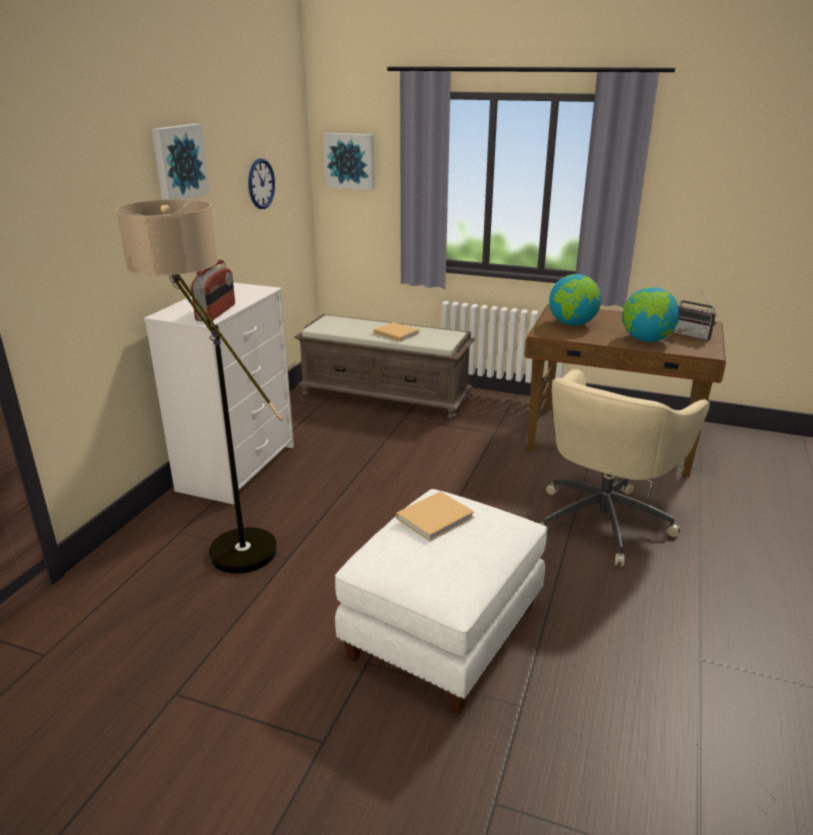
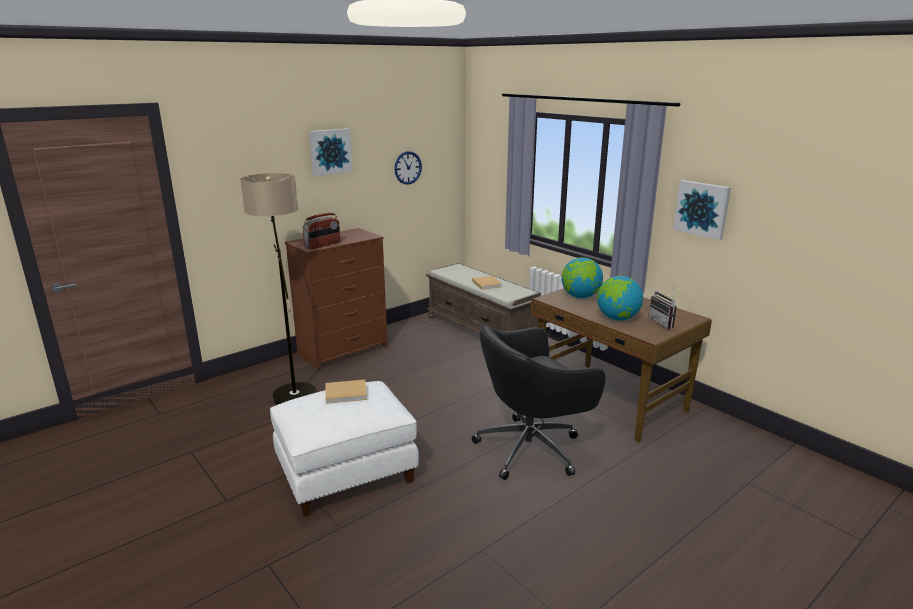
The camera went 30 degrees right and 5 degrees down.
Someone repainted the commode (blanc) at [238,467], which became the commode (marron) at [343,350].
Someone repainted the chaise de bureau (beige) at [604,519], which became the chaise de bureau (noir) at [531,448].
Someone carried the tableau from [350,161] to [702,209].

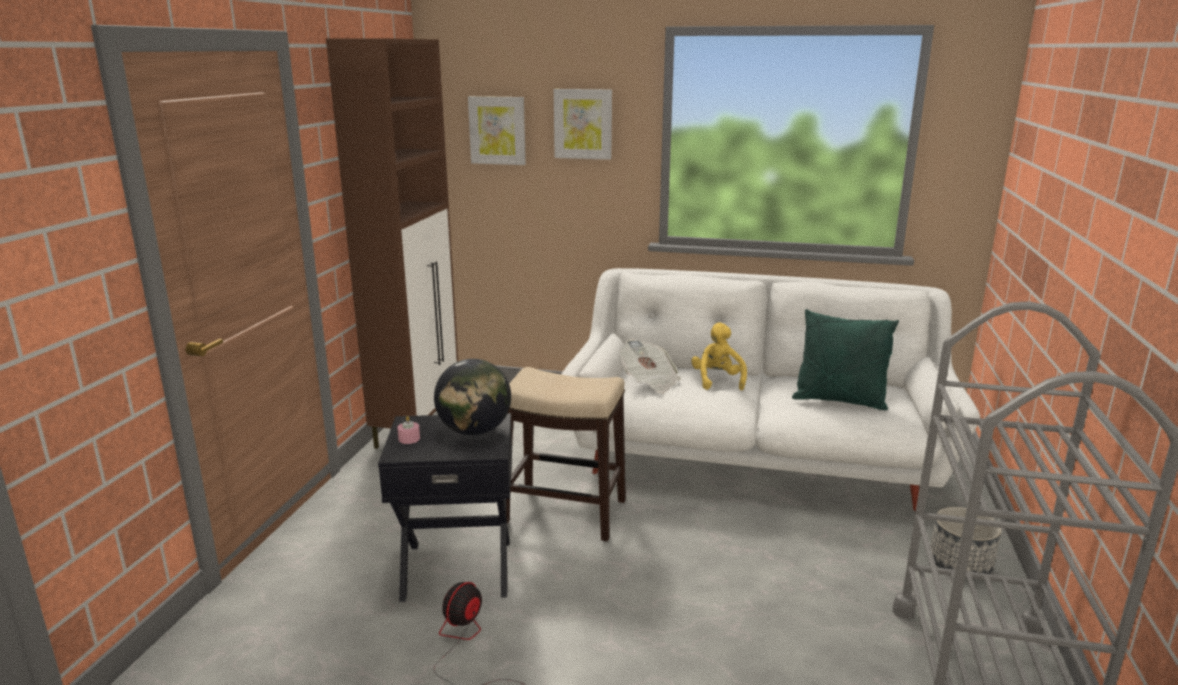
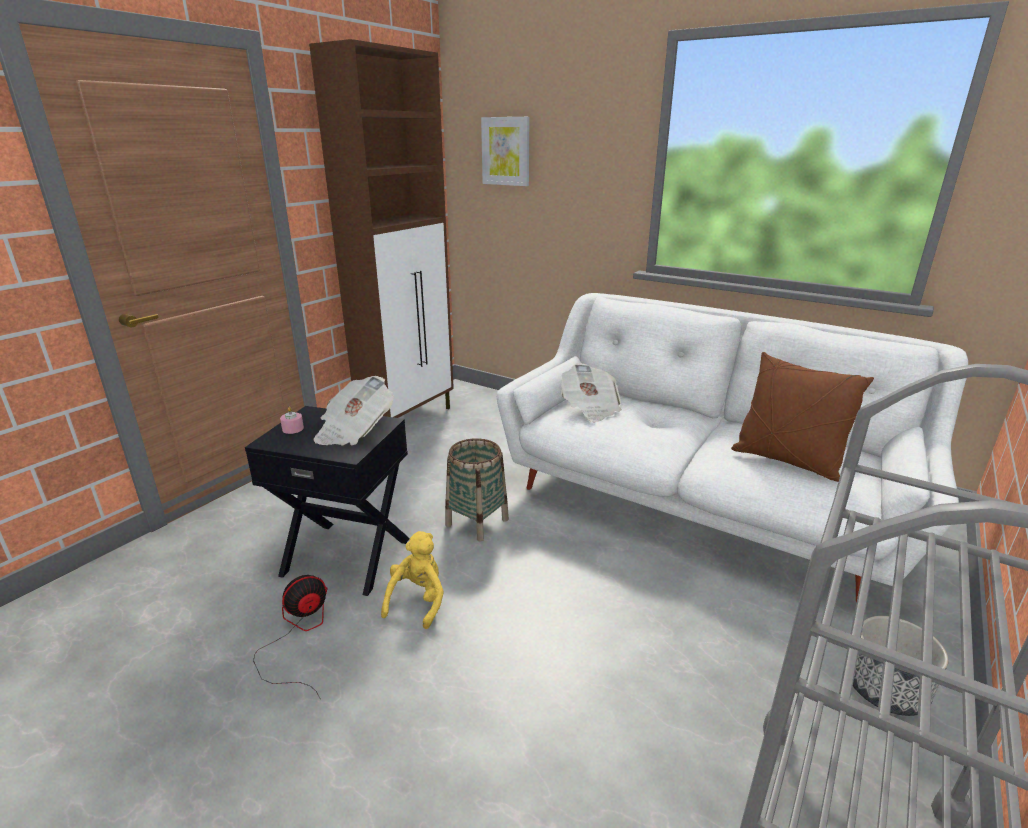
The camera went 20 degrees right and 5 degrees up.
Someone swapped the globe at [474,431] for the journal at [354,431].
Someone carried the peluche (jaune) from [717,381] to [418,600].
Someone swapped the tabouret at [566,512] for the panier at [477,522].
Someone repainted the coussin (vert) at [839,401], which became the coussin (marron) at [786,461].
Someone took away the tableau at [583,124].

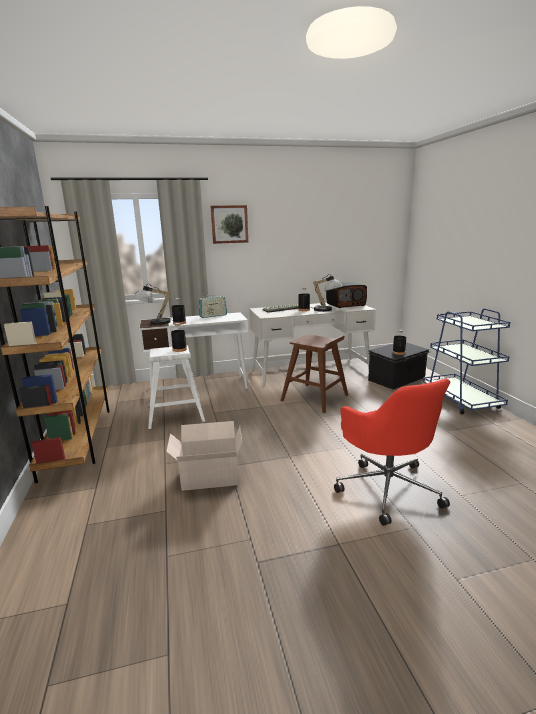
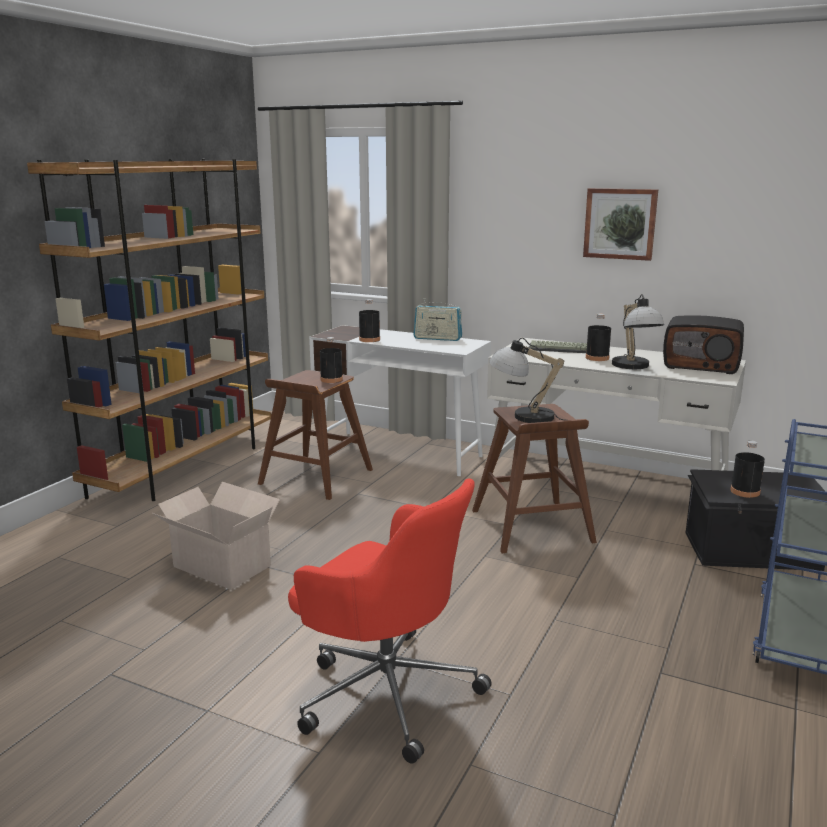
The camera went 40 degrees right and 0 degrees up.
Someone repainted the tabouret (blanc) at [176,413], which became the tabouret (marron) at [315,477].
Someone rotated the chaise de bureau (rouge) at [387,488] by 75 degrees counterclockwise.
Someone carried the lampe de table from [155,323] to [522,416].
Someone carried the tableau from [229,224] to [620,223].

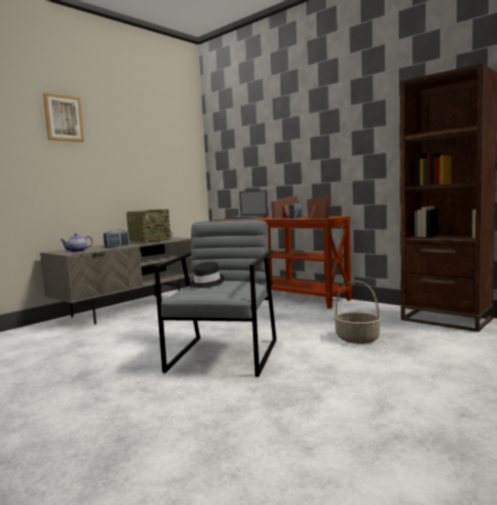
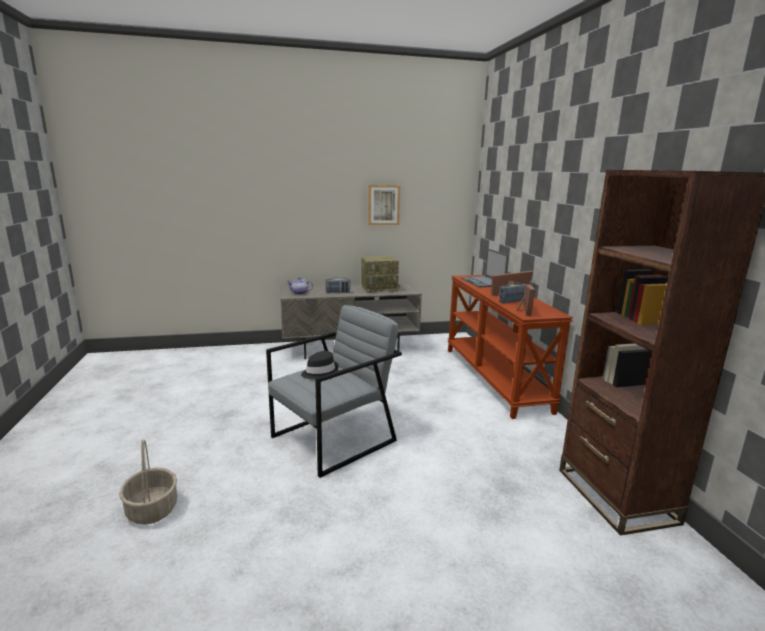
The camera went 35 degrees right and 10 degrees up.
Someone carried the panier from [356,339] to [151,509].
Someone carried the tableau from [63,118] to [383,205].

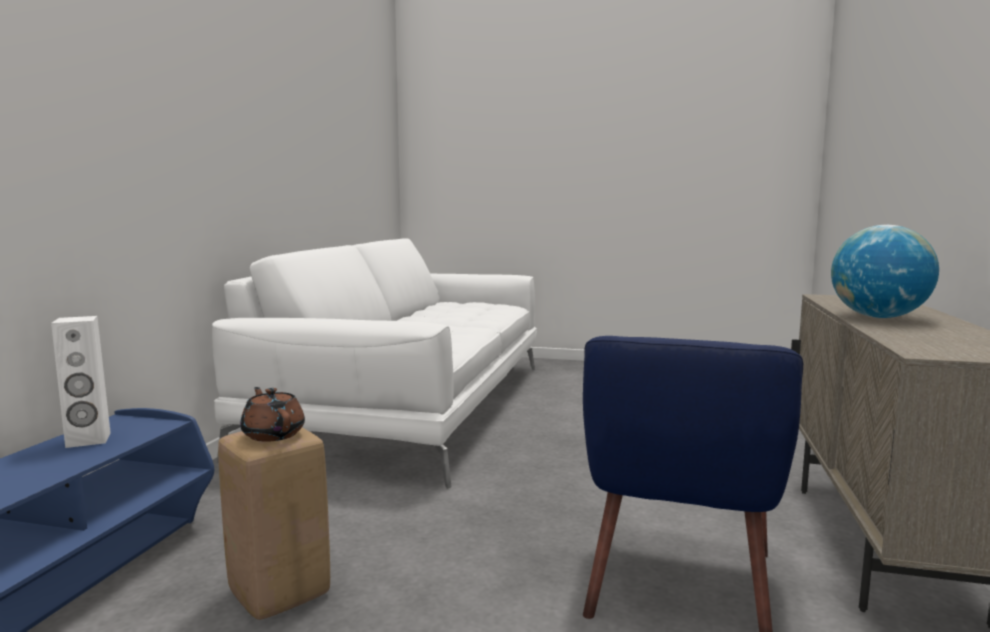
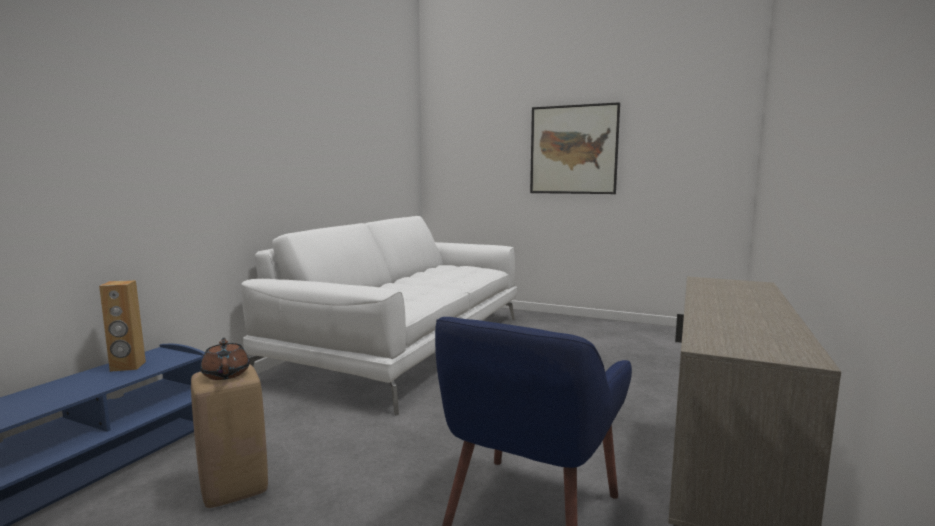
The camera went 10 degrees right and 0 degrees up.
Someone repainted the enceinte (blanc) at [88,440], which became the enceinte (marron) at [128,366].
Someone put up the tableau at [573,150].
Someone took away the globe at [878,317].

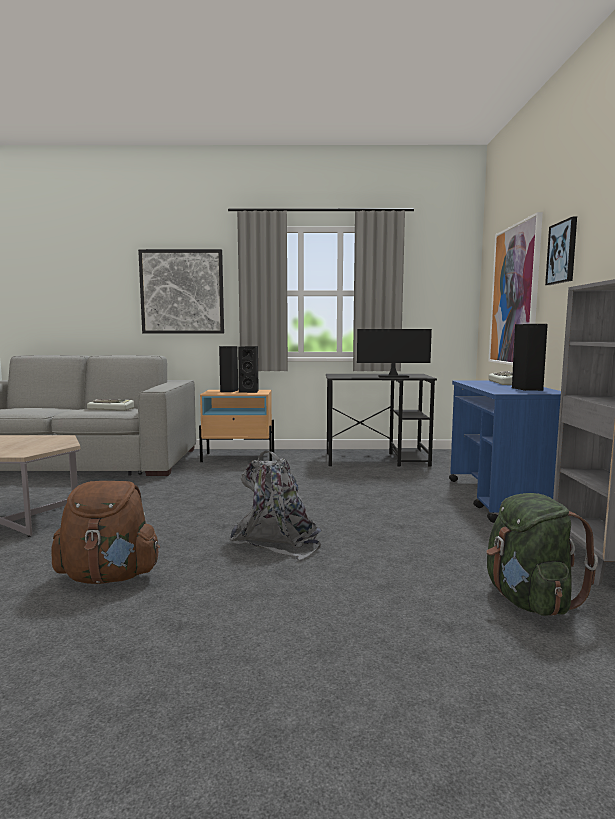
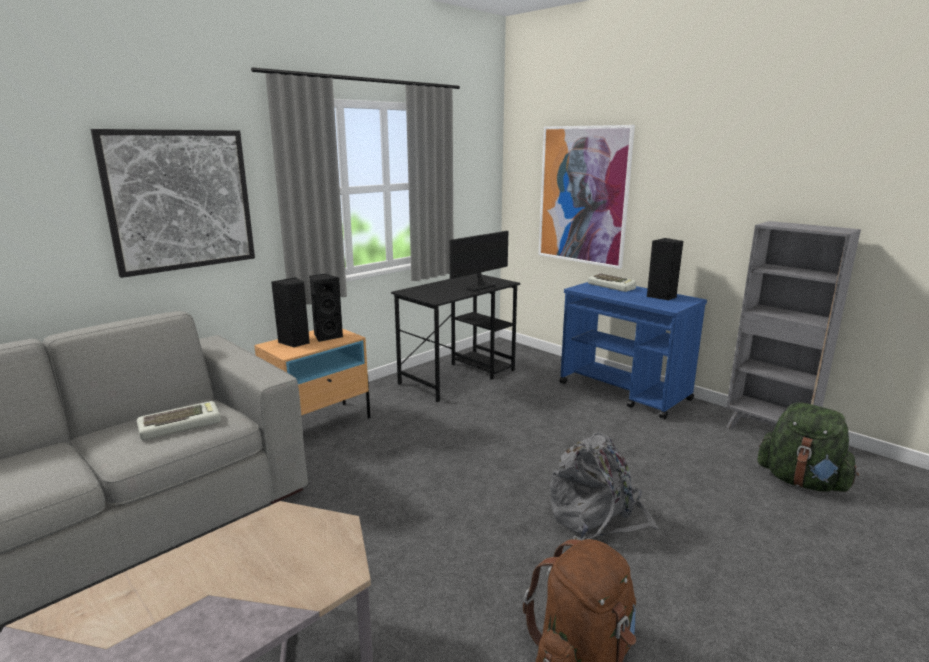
The camera went 45 degrees left and 10 degrees up.
Someone took away the tableau at [562,252].

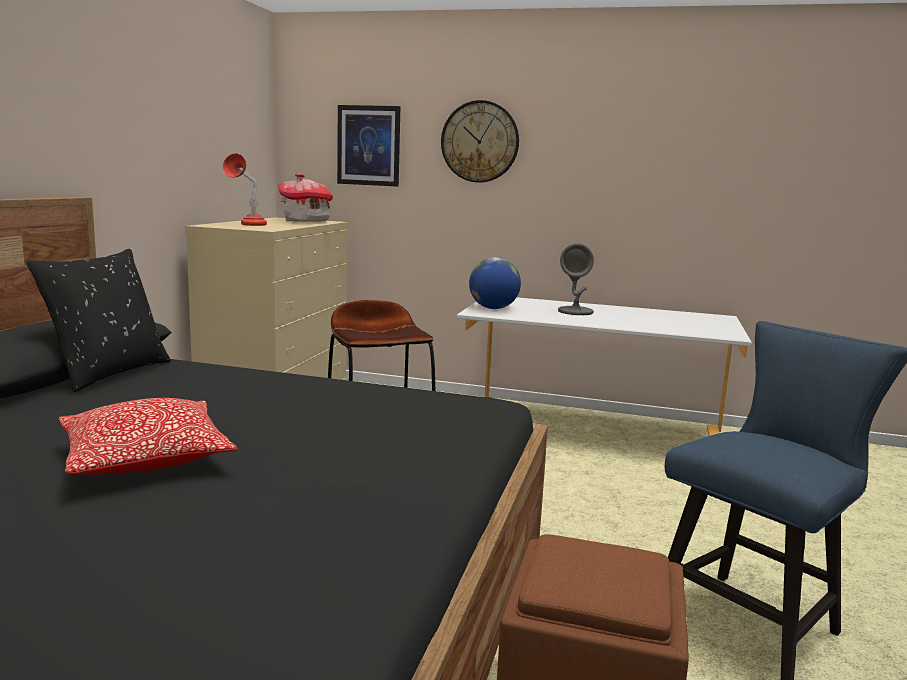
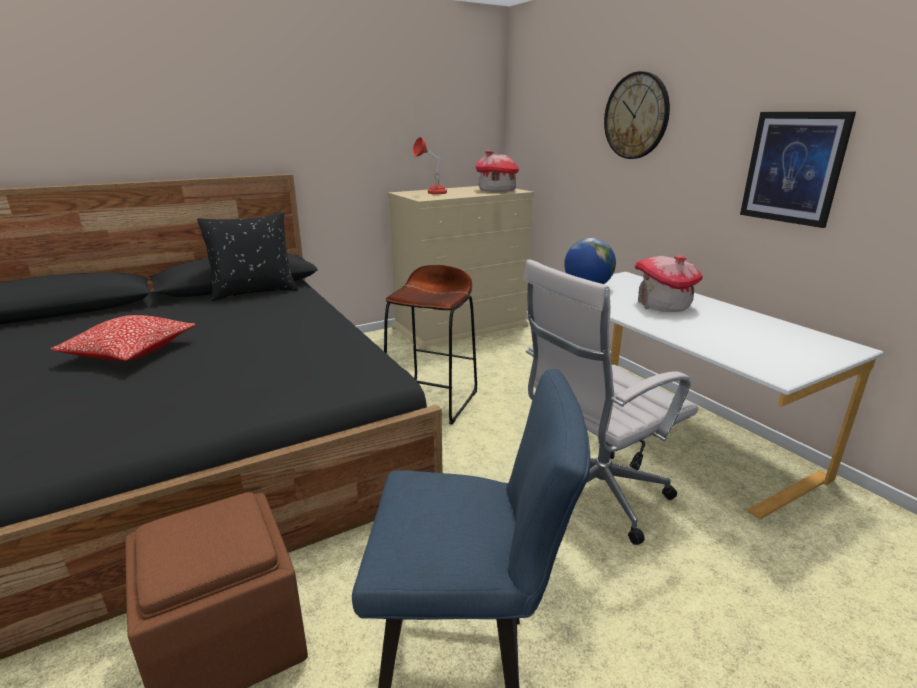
The camera went 45 degrees right and 10 degrees up.
Someone put down the chaise de bureau (blanc) at [593,497].
Someone swapped the lampe de table (gris) at [575,312] for the maison miniature at [663,305].
Someone carried the tableau from [368,145] to [793,168].

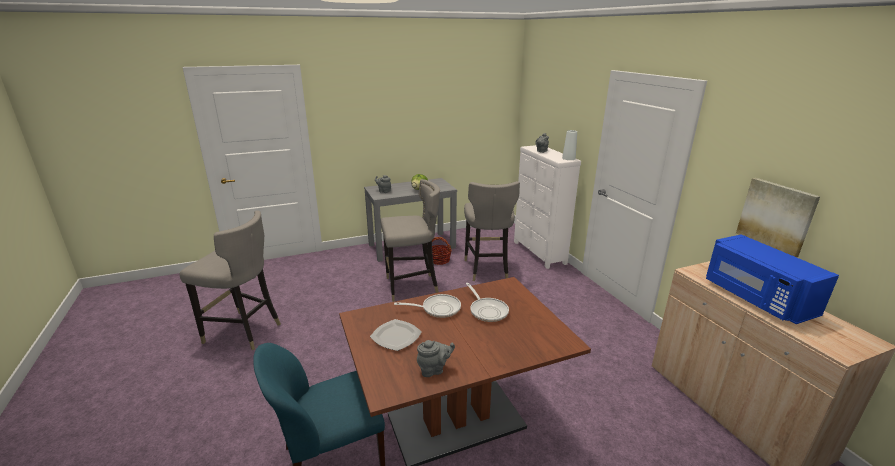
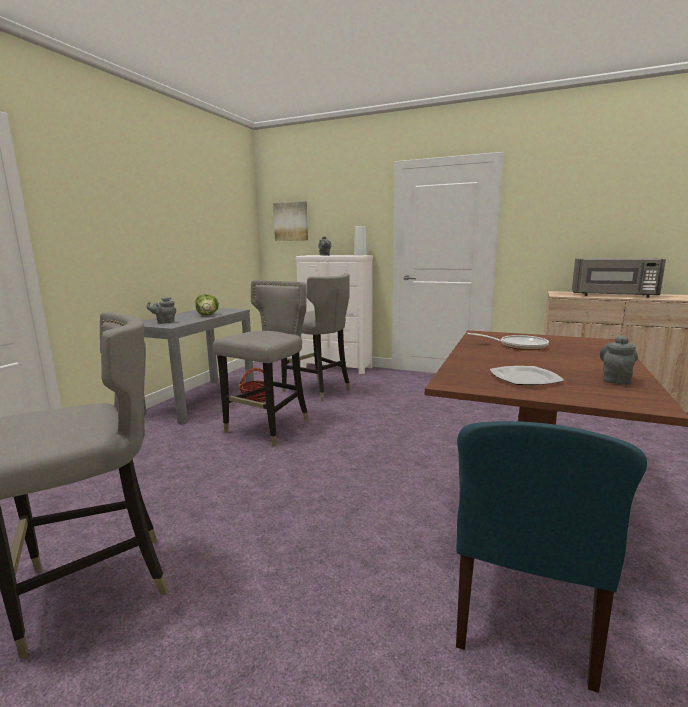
The camera went 45 degrees left and 10 degrees down.
Someone carried the tableau from [776,216] to [291,221].
Someone repainted the micro-ondes (bleu) at [756,298], which became the micro-ondes (gris) at [613,295].
Someone took away the poêle at [437,309].

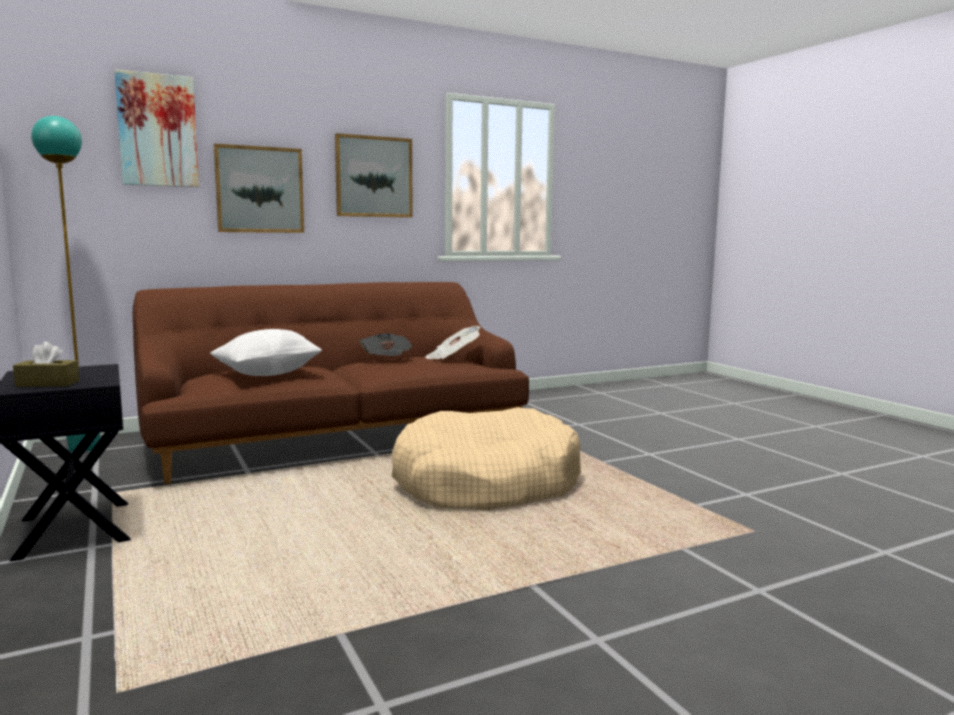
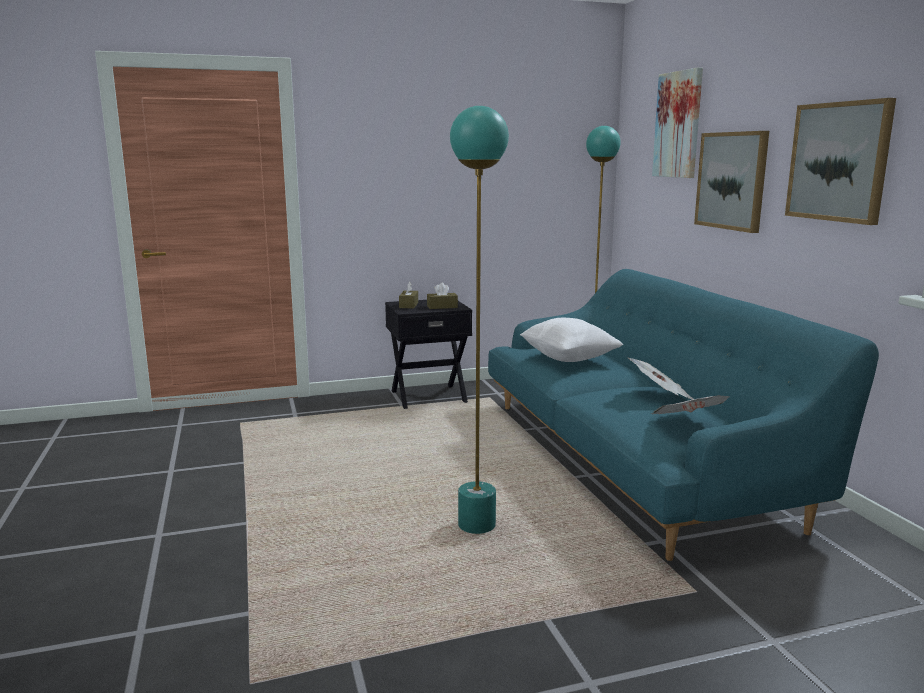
The camera went 100 degrees right and 5 degrees up.
Someone put down the boîte à mouchoirs (marron) at [442,307].
Someone swapped the panier pour chien (beige) at [485,483] for the lampadaire (turquoise) at [477,525].
Someone repainted the canapé (marron) at [336,439], which became the canapé (turquoise) at [633,458].

